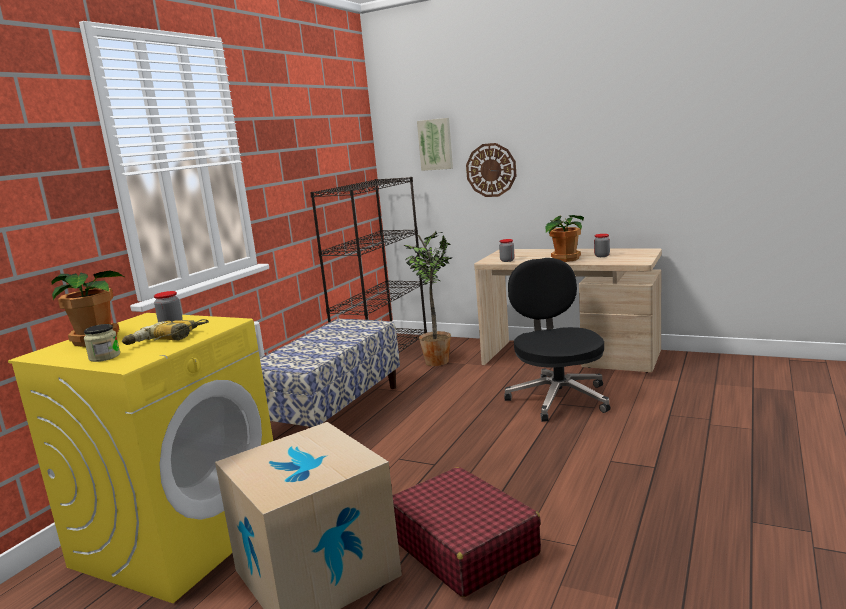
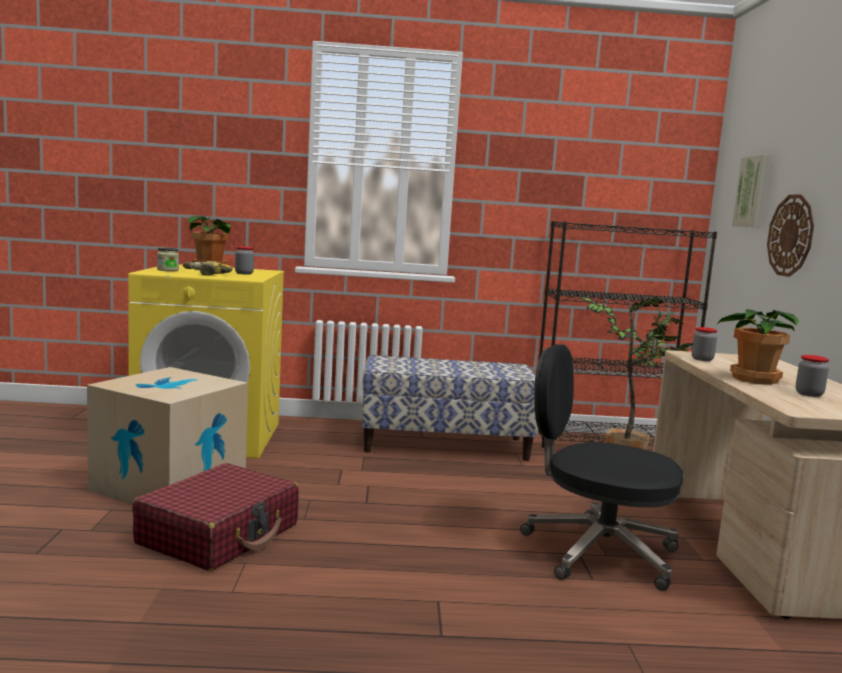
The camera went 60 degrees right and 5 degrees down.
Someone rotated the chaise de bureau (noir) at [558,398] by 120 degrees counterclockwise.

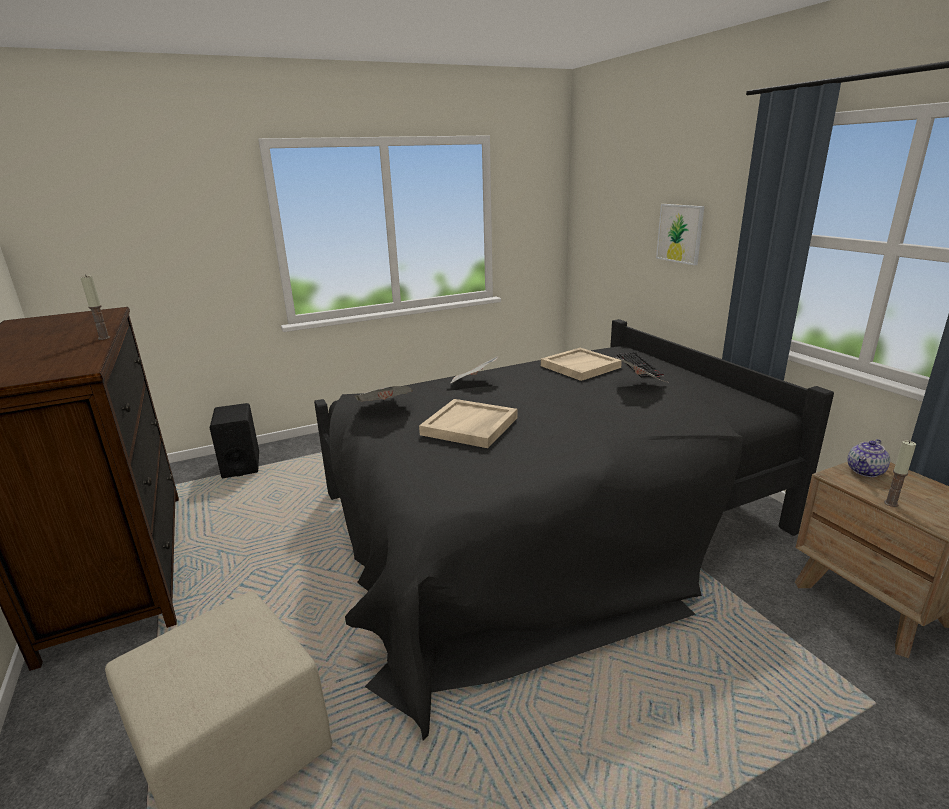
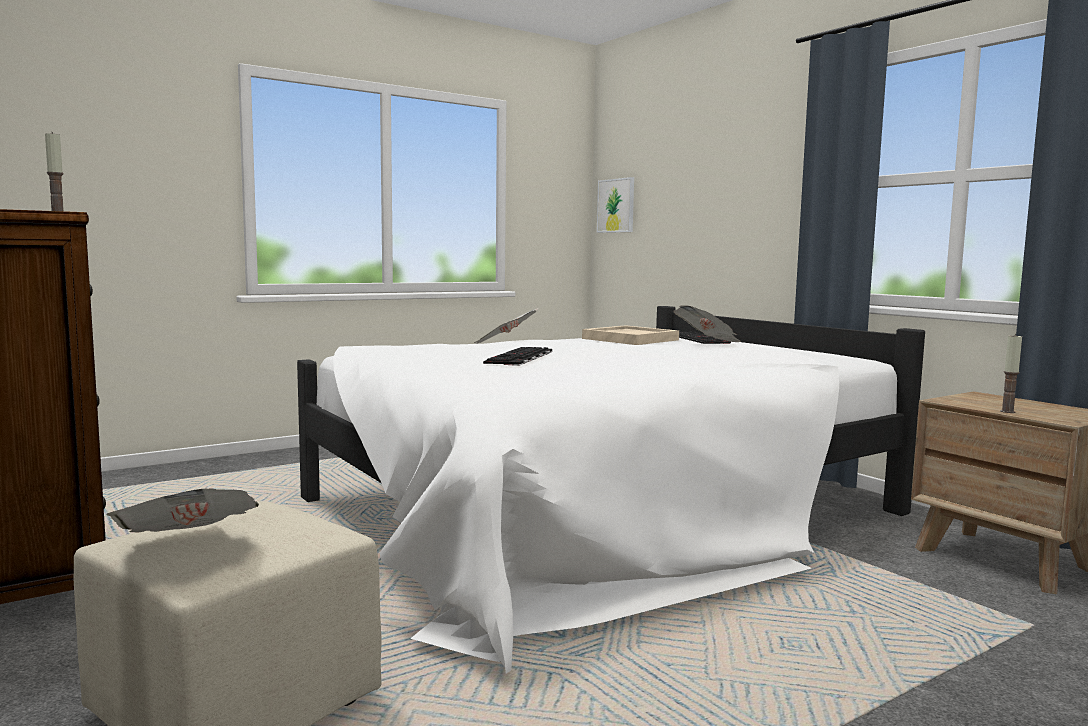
The camera went 10 degrees left and 15 degrees down.
Someone carried the journal from [385,409] to [188,549].
Someone repainted the lit (noir) at [544,521], which became the lit (blanc) at [601,513].
Someone swapped the plateau (beige) at [470,426] for the clavier at [520,357].
Someone carried the tableau from [680,233] to [616,205].
Someone took away the enceinte (noir) at [241,465].
Someone took away the théière at [865,471].

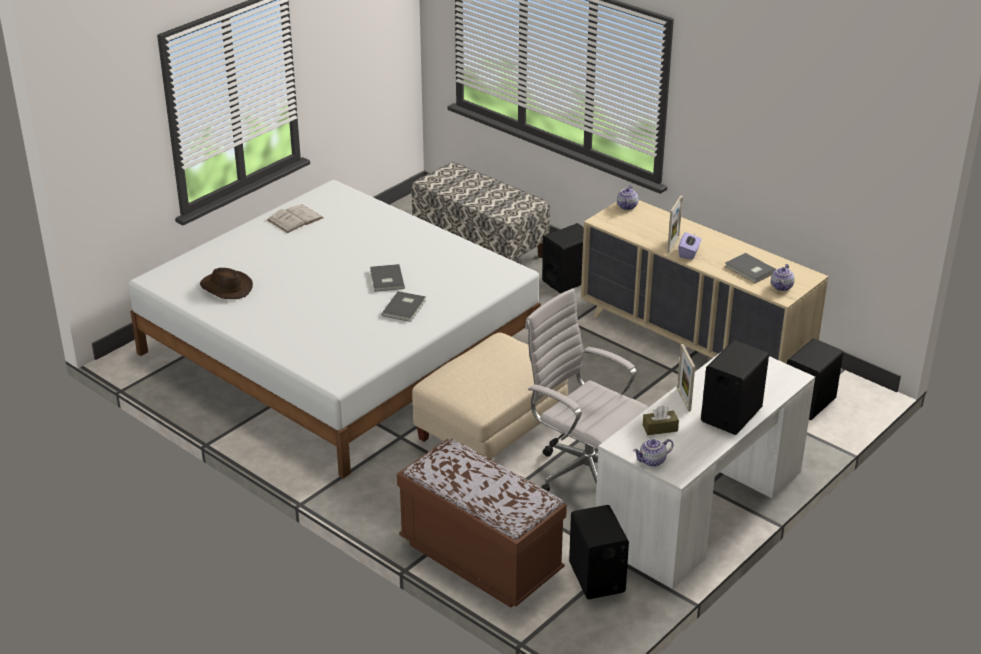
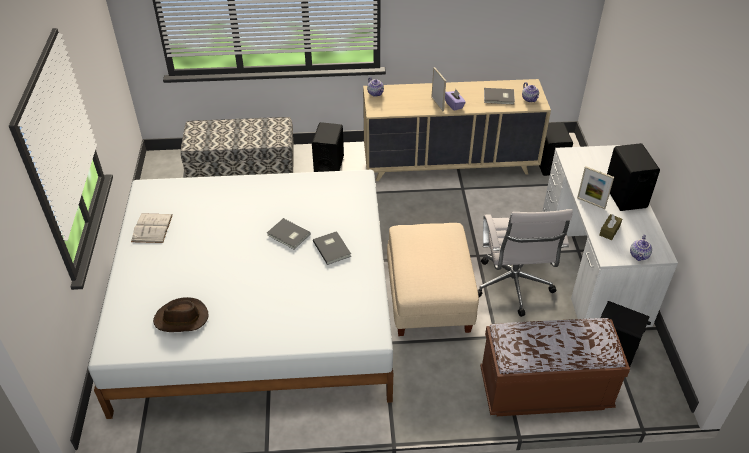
The camera went 45 degrees left and 10 degrees up.
Someone rotated the chaise de bureau (blanc) at [583,473] by 90 degrees counterclockwise.

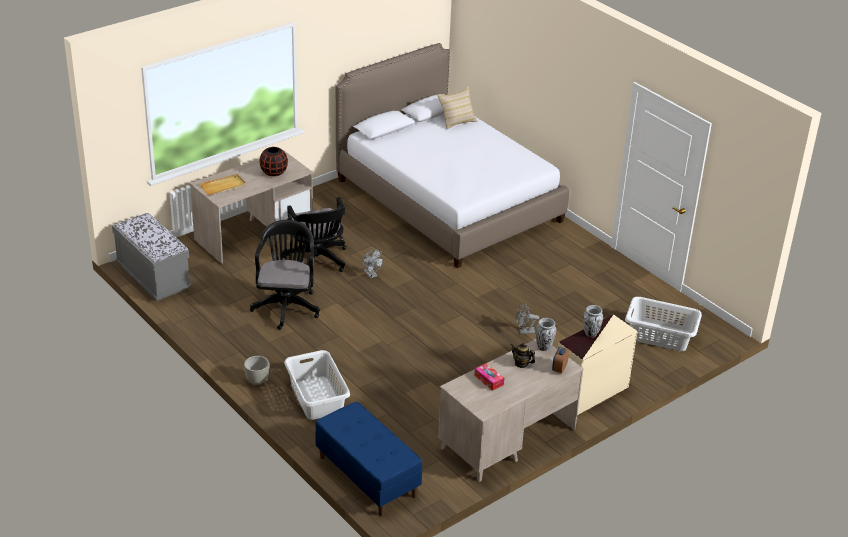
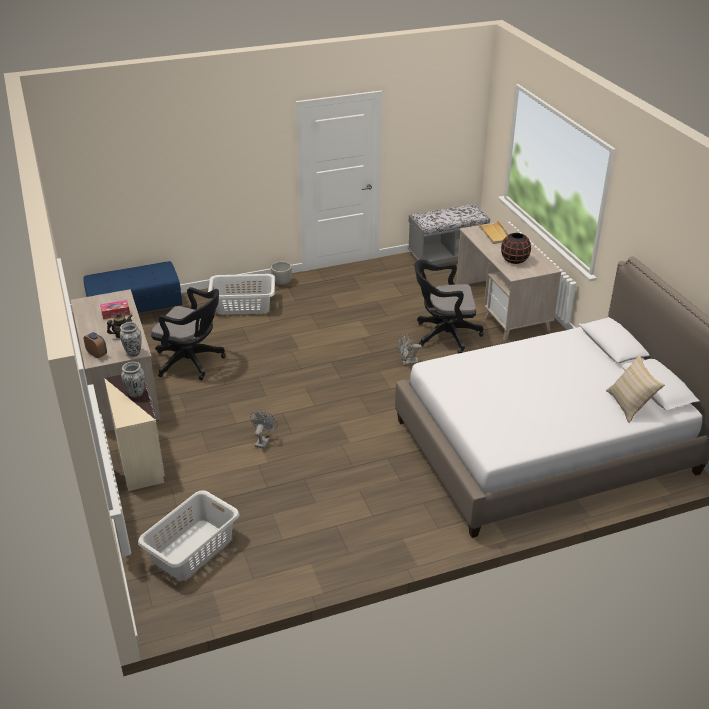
The camera went 110 degrees right and 0 degrees up.
Someone carried the chaise de bureau (noir) from [286,305] to [192,362].

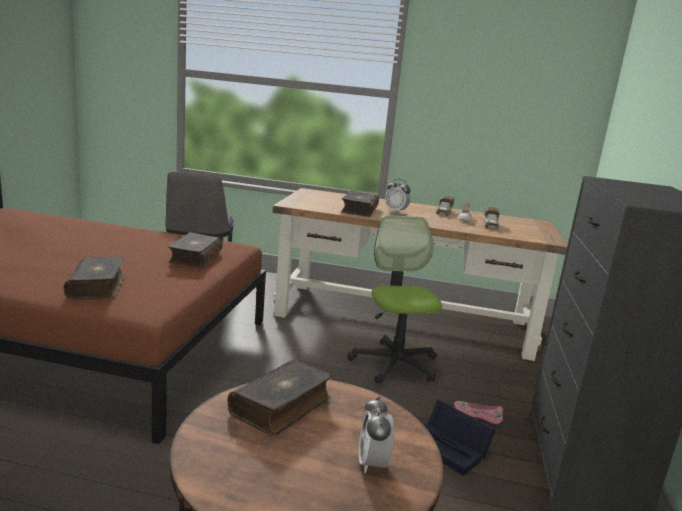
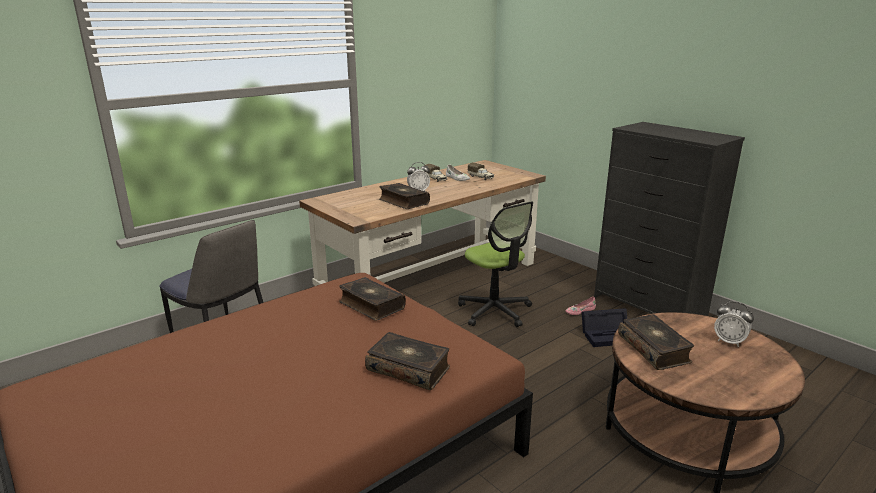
The camera went 50 degrees left and 5 degrees up.
Someone rotated the chaise de bureau at [395,364] by 150 degrees counterclockwise.

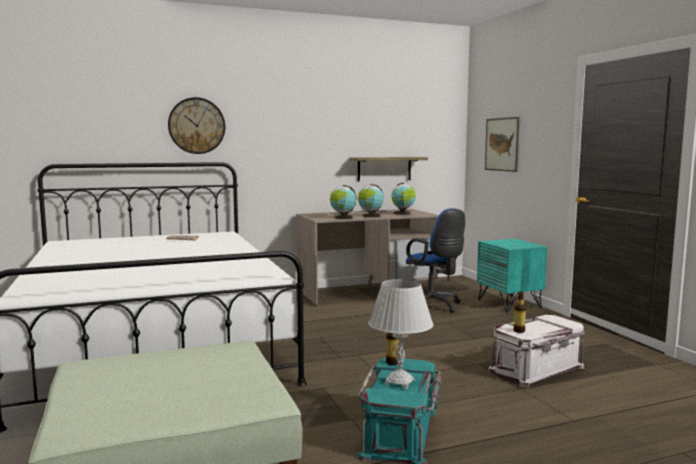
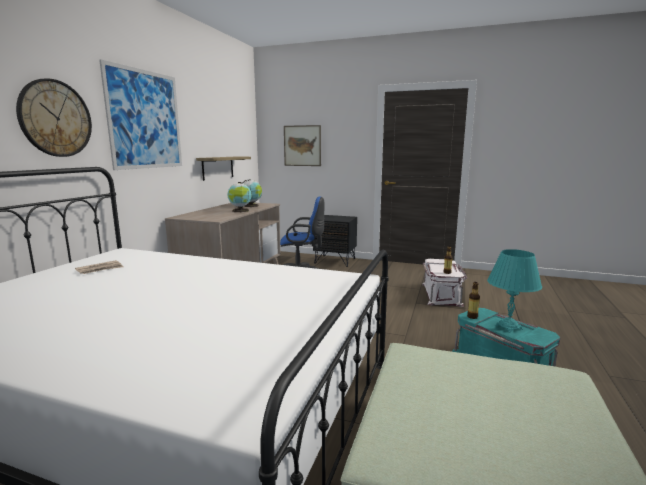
The camera went 50 degrees left and 5 degrees up.
Someone put up the tableau at [145,120].
Someone repainted the table de chevet (turquoise) at [509,304], which became the table de chevet (noir) at [335,261].
Someone repainted the lampe de table (blanc) at [399,382], which became the lampe de table (turquoise) at [508,327].
Someone took away the globe at [343,218].

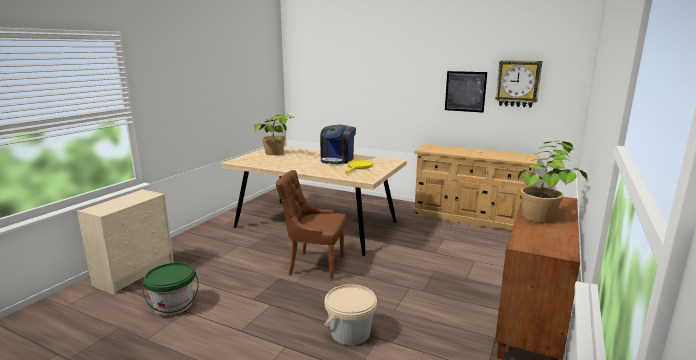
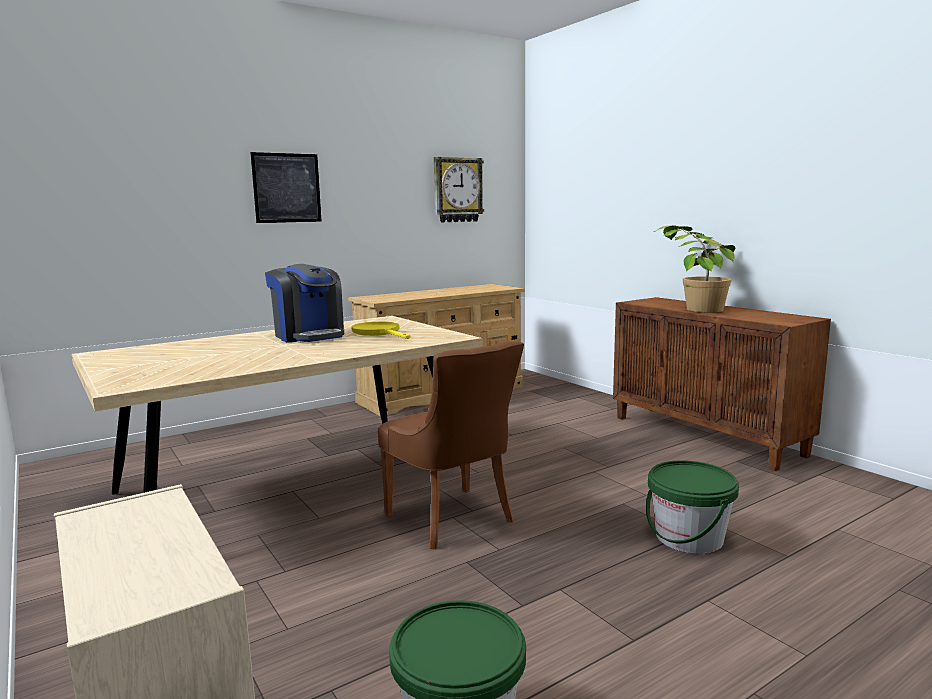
The camera went 60 degrees left and 5 degrees down.
Someone carried the tableau from [465,91] to [287,188].
Someone rotated the chaise (marron) at [314,265] by 75 degrees counterclockwise.
Someone repainted the seau (beige) at [350,332], which became the seau (vert) at [689,537].
Someone took away the plante en pot at [277,155].

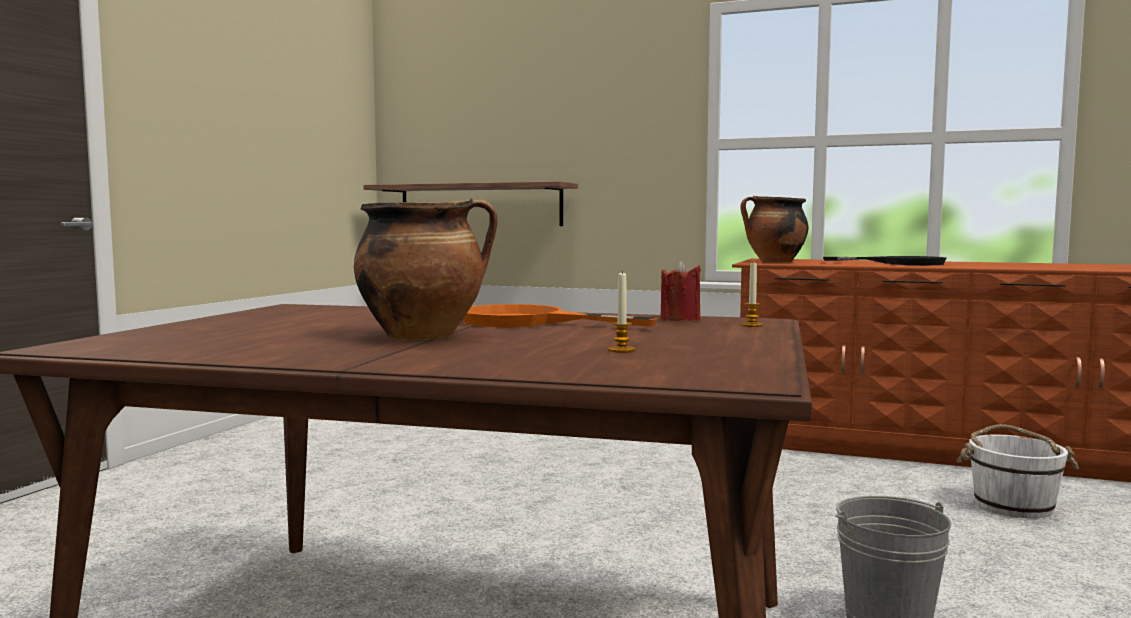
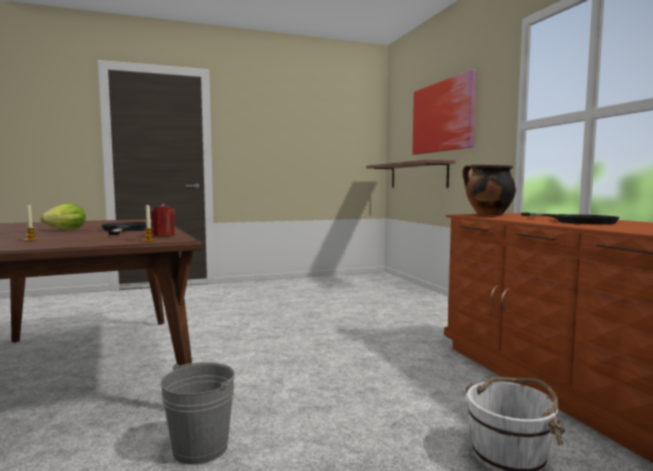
The camera went 50 degrees right and 0 degrees up.
Someone swapped the marmite at [425,336] for the laitue at [63,230].
Someone repainted the poêle (orange) at [529,322], which became the poêle (noir) at [126,230].
Someone put up the tableau at [442,117].

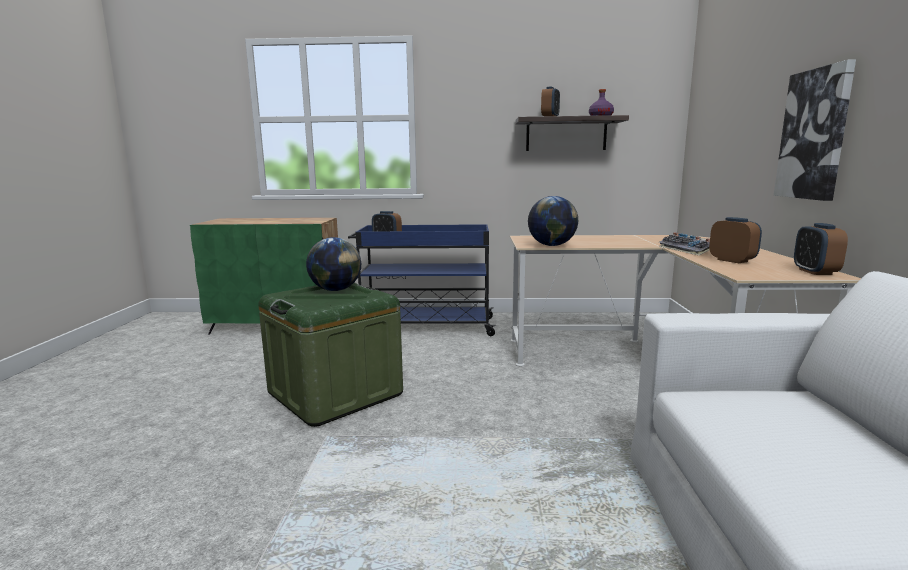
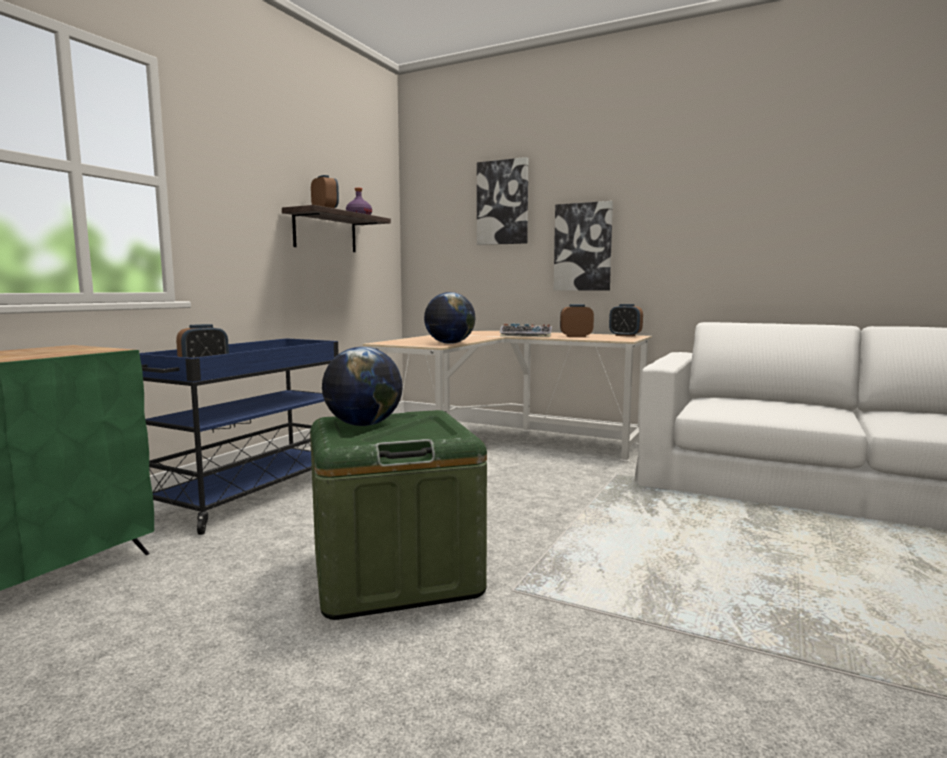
The camera went 65 degrees left and 5 degrees down.
Someone put up the tableau at [502,203].

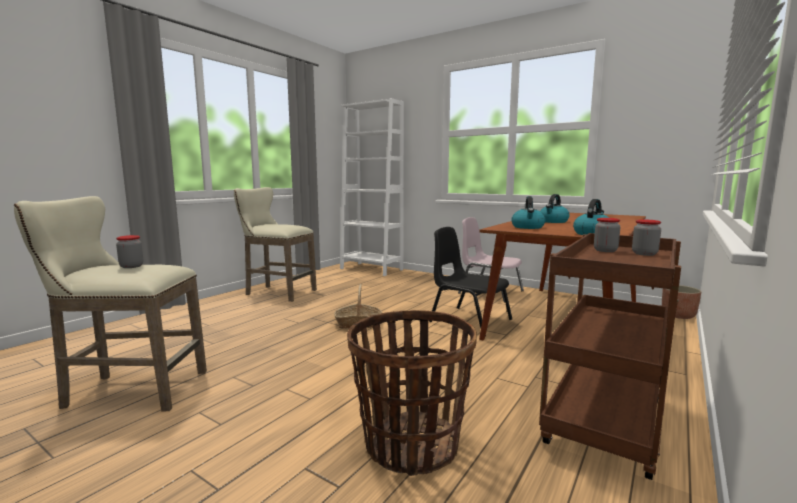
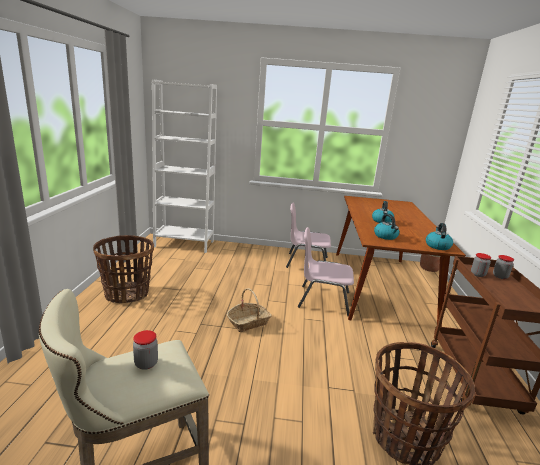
The camera went 30 degrees left and 10 degrees up.
Someone swapped the tabouret (beige) at [277,292] for the panier at [127,294].
Someone repainted the chaise (noir) at [469,320], which became the chaise (rose) at [323,299].

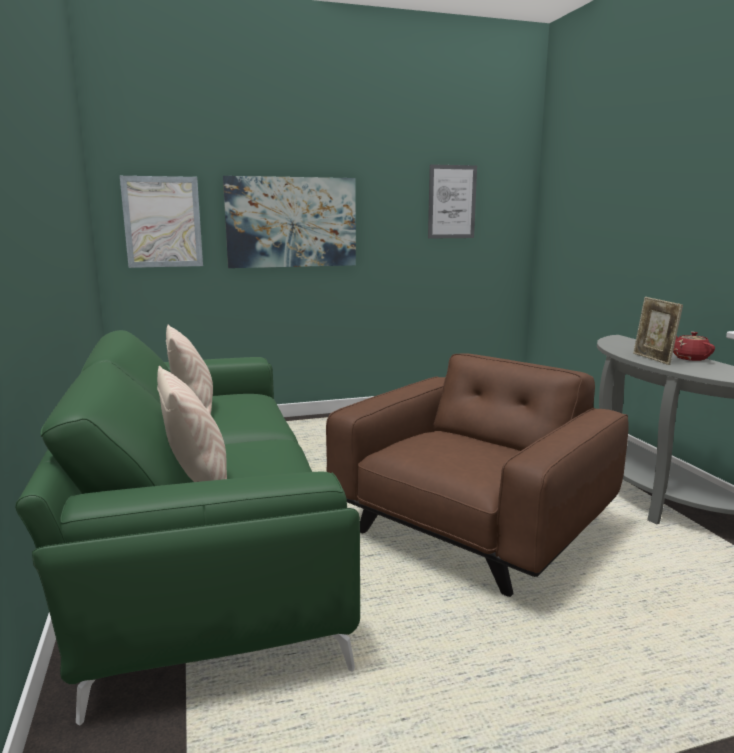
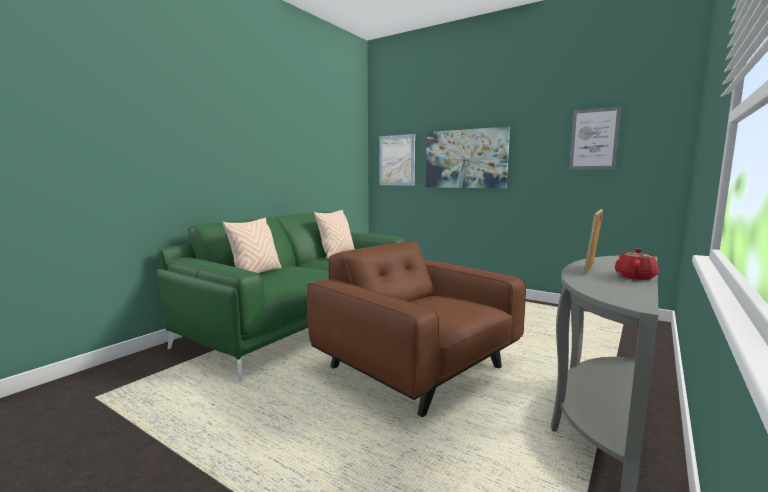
The camera went 50 degrees right and 5 degrees down.
Someone rotated the fauteuil (marron) at [472,528] by 135 degrees counterclockwise.

